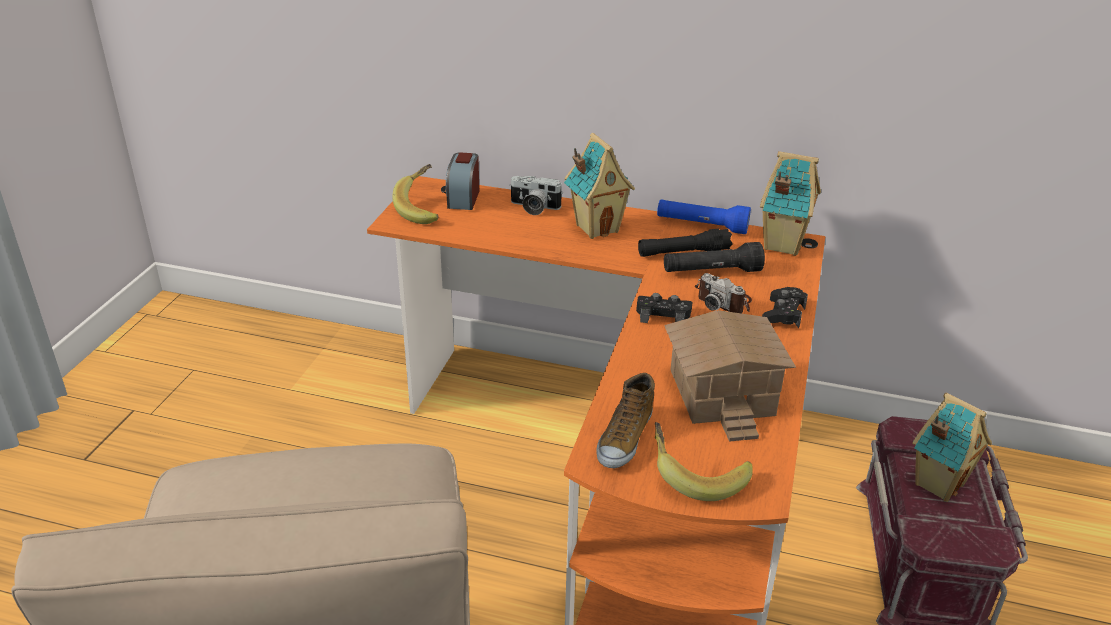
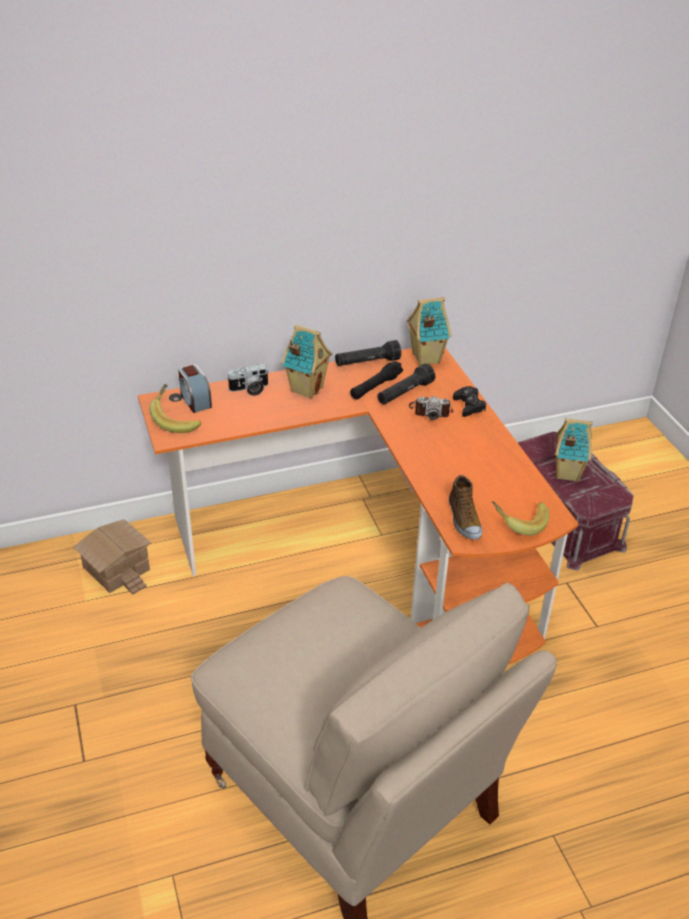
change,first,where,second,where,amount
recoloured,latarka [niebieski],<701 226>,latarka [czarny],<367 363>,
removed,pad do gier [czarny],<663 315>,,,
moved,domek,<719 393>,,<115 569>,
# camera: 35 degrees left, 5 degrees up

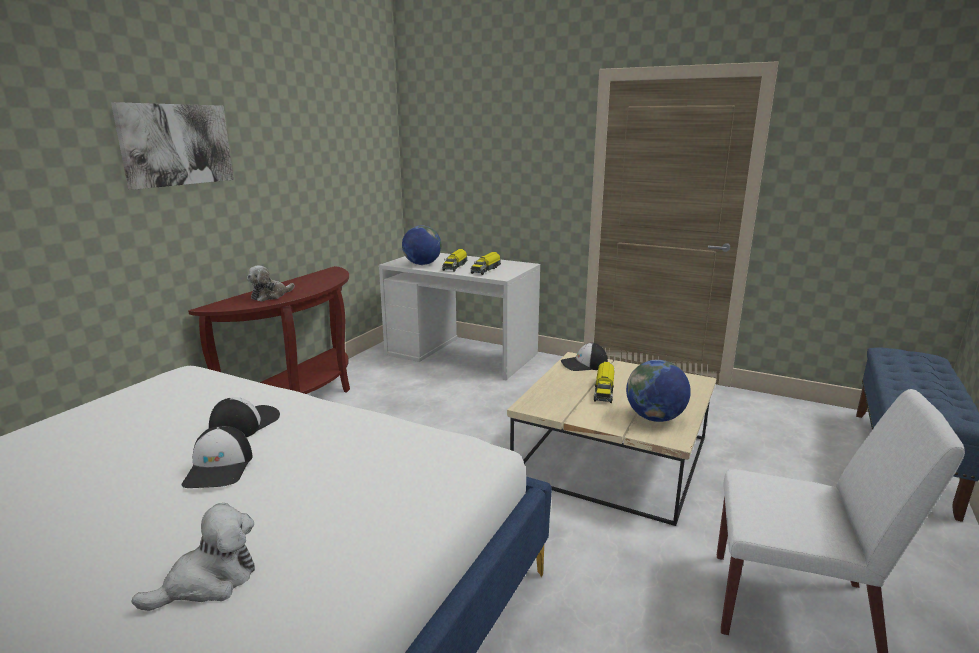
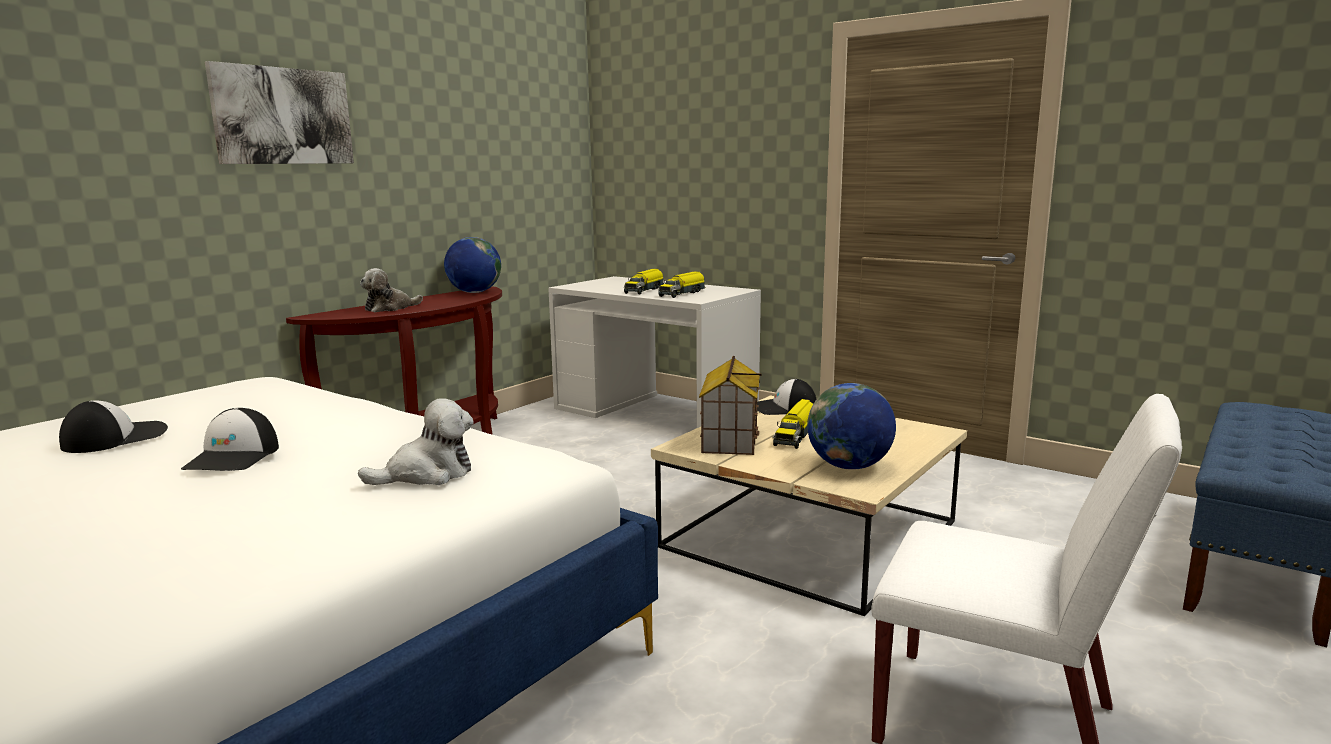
change,first,where,second,where,amount
moved,globus,<422 264>,,<474 292>,
moved,czapka z daszkiem,<244 423>,,<115 438>,
moved,pluszak,<209 581>,,<427 474>,
added,,,domek,<729 439>,
# camera: 10 degrees right, 5 degrees down

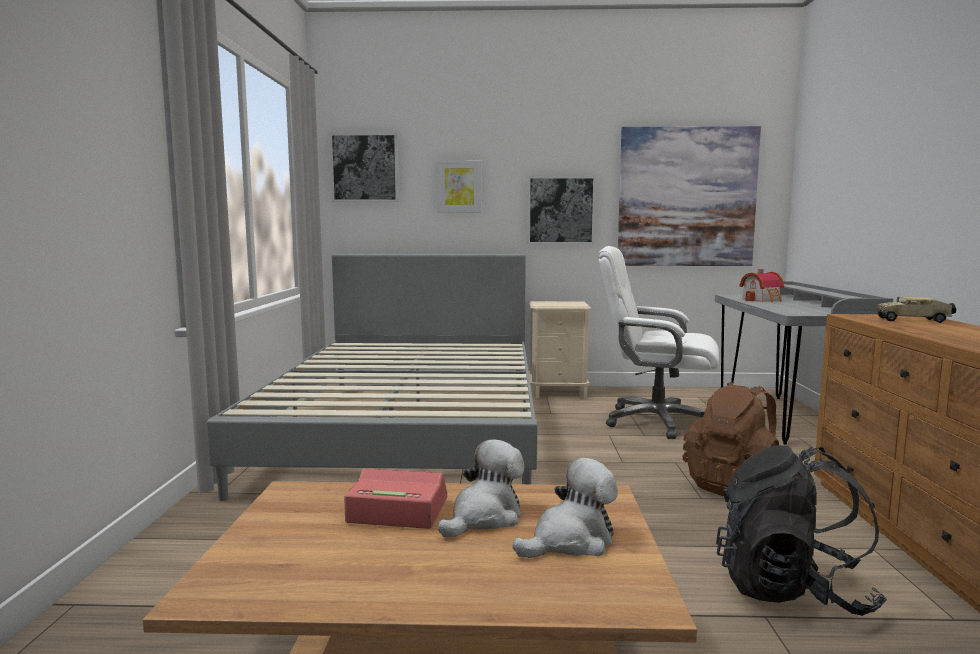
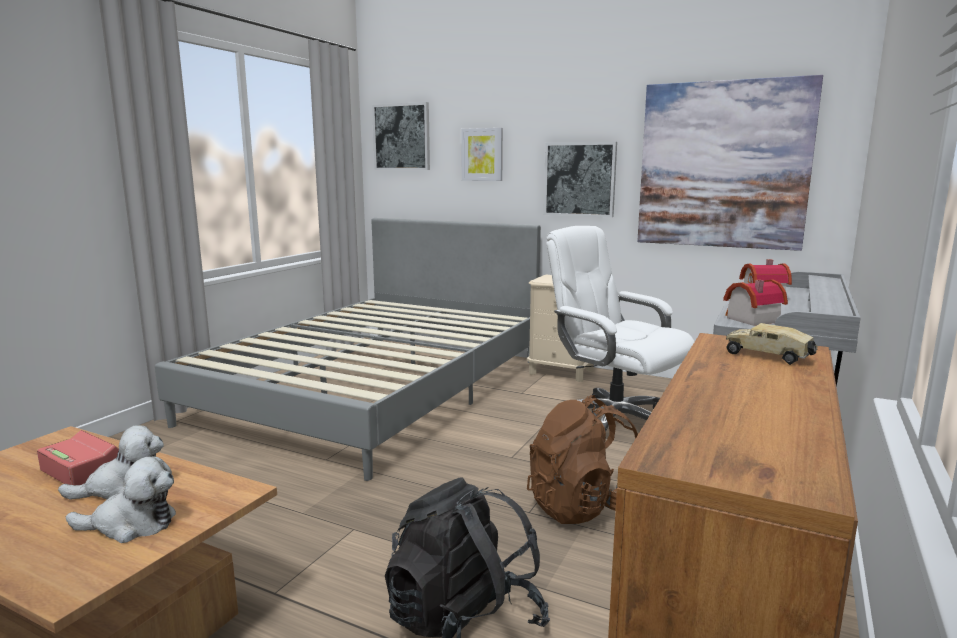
change,first,where,second,where,amount
added,,,domek,<749 319>,
# camera: 25 degrees right, 5 degrees up

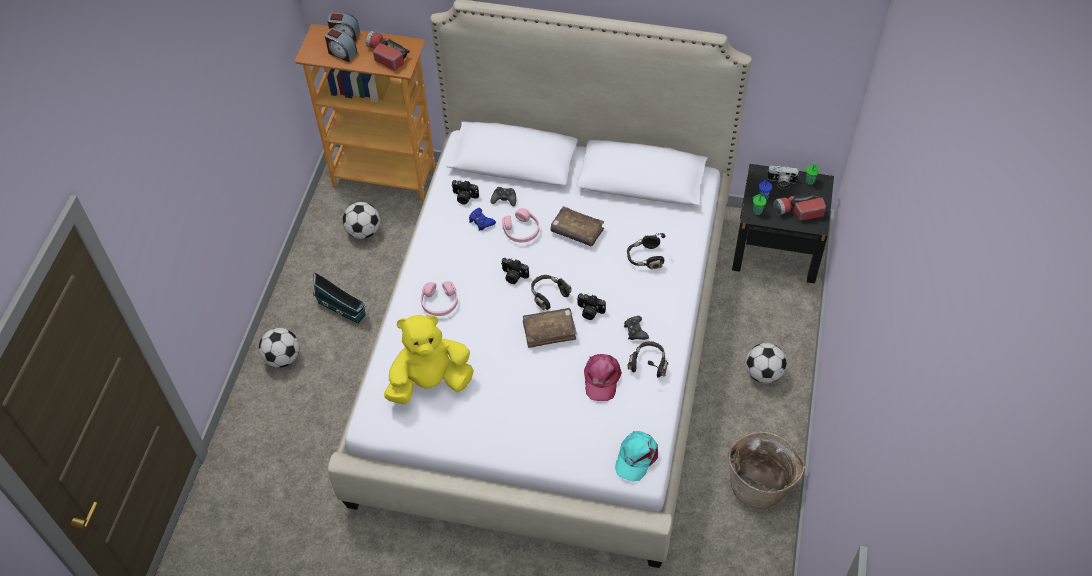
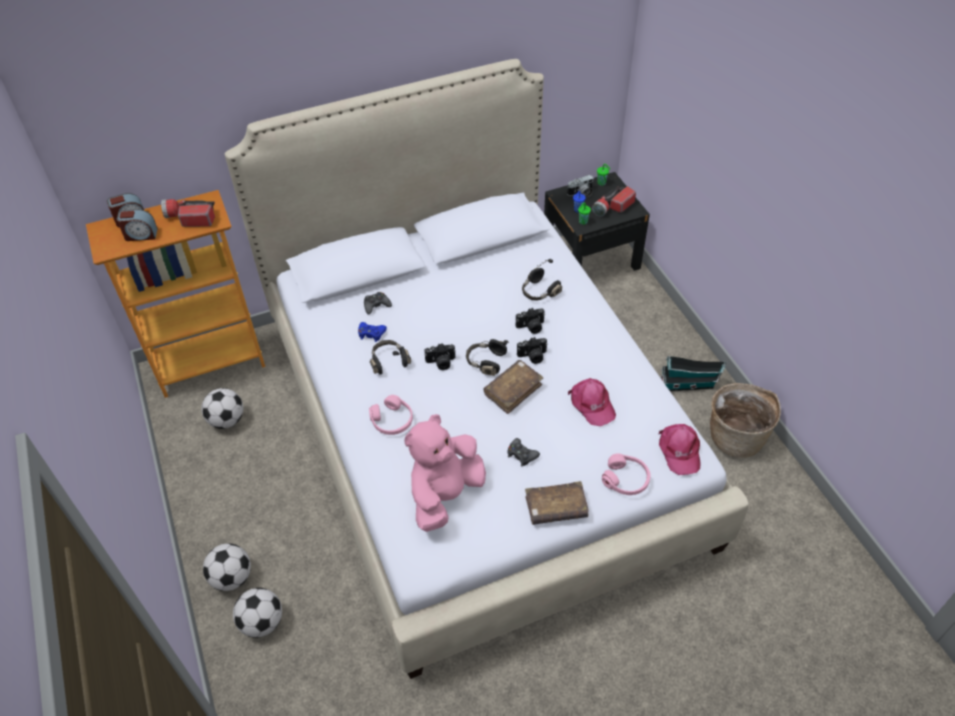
change,first,where,second,where,amount
moved,aparat fotograficzny,<464 197>,,<531 327>,
moved,książka [brązowy],<577 231>,,<556 508>,
moved,słuchawki [różowy],<521 230>,,<626 479>,
moved,domek,<343 309>,,<689 384>,
recoloured,pluszak [żółty],<430 382>,pluszak [różowy],<445 495>,
moved,pad do gier [czarny],<635 331>,,<521 455>,
moved,słuchawki [czarny],<648 363>,,<389 361>,
moved,piłka futbolowa,<763 373>,,<262 622>,
recoloured,czapka z daszkiem [turkusowy],<636 456>,czapka z daszkiem [różowy],<679 451>,
# camera: 35 degrees left, 5 degrees down

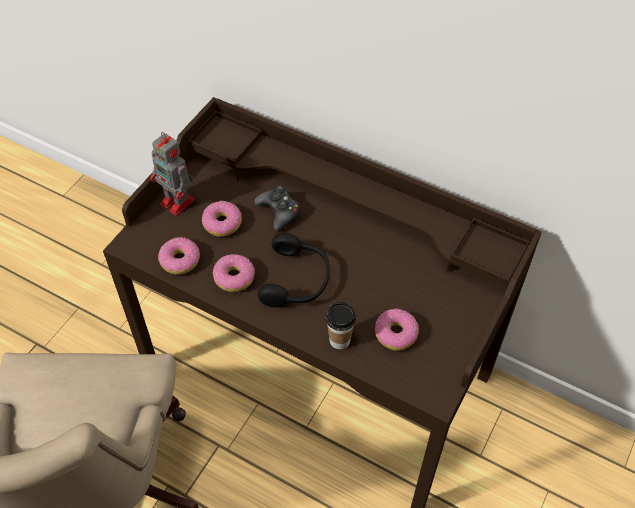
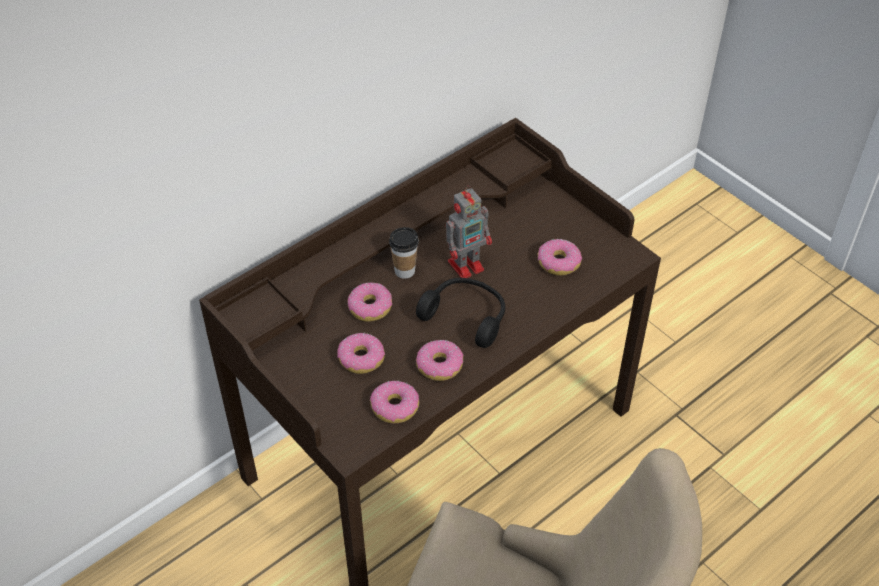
change,first,where,second,where,amount
moved,robot zabawkowy,<179 203>,,<467 264>,
replaced,pad do gier [czarny],<279 212>,donut,<370 307>,
moved,filiżanka,<339 340>,,<404 271>,
# camera: 70 degrees left, 5 degrees down

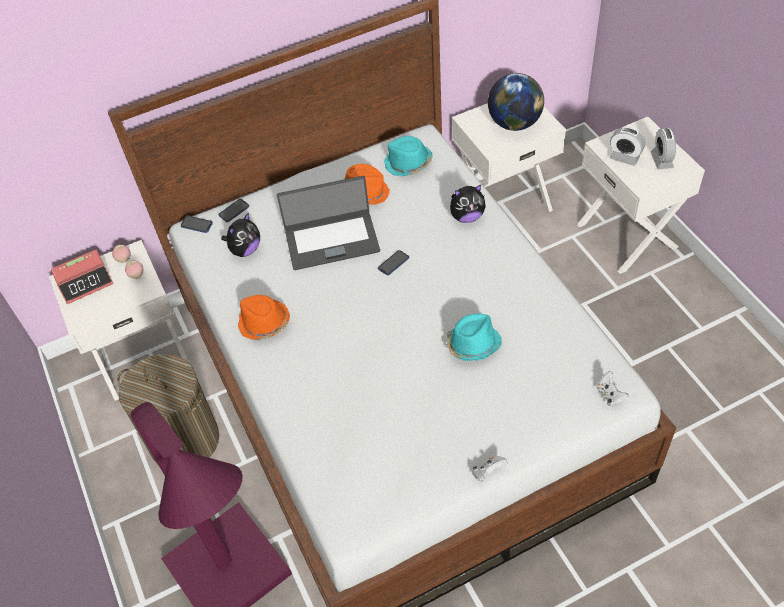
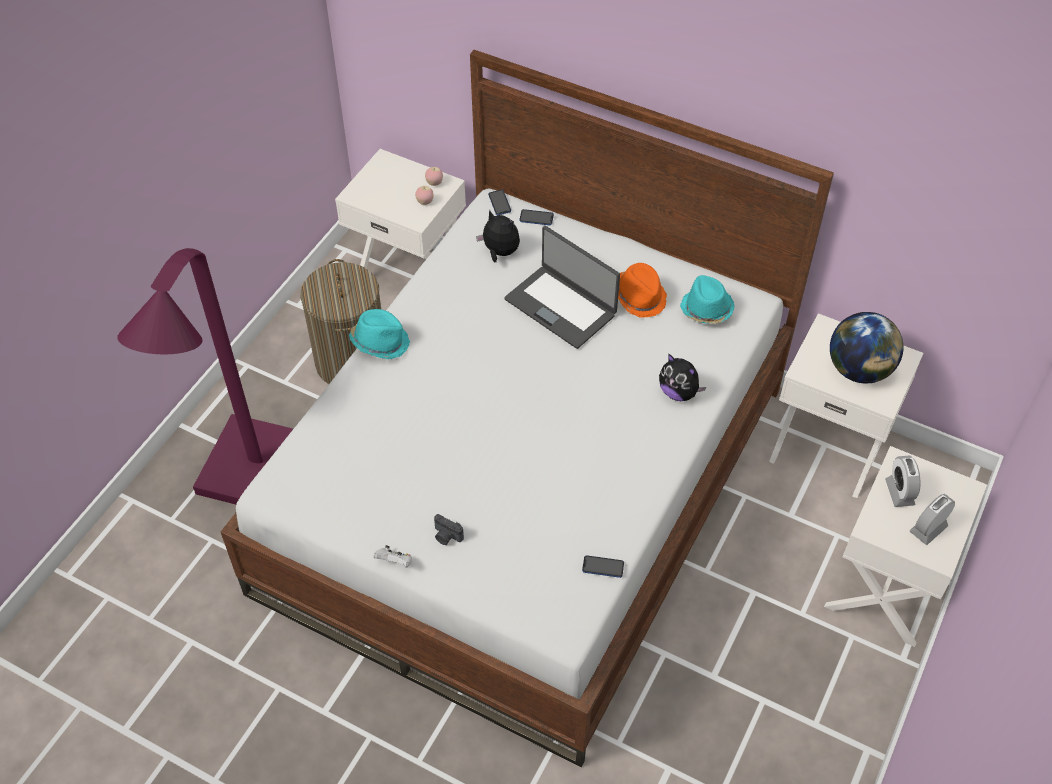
change,first,where,second,where,amount
turned,pluszak,<245 250>,,<499 252>,150 degrees counterclockwise
removed,budzik,<85 281>,,,
moved,telefon,<393 263>,,<603 567>,
removed,kapelusz [pomarańczowy],<264 323>,,,
moved,kapelusz [turkusowy],<472 344>,,<380 341>,
removed,pad do gier [biały],<610 395>,,,
added,,,aparat fotograficzny,<446 536>,
# camera: 50 degrees right, 0 degrees up

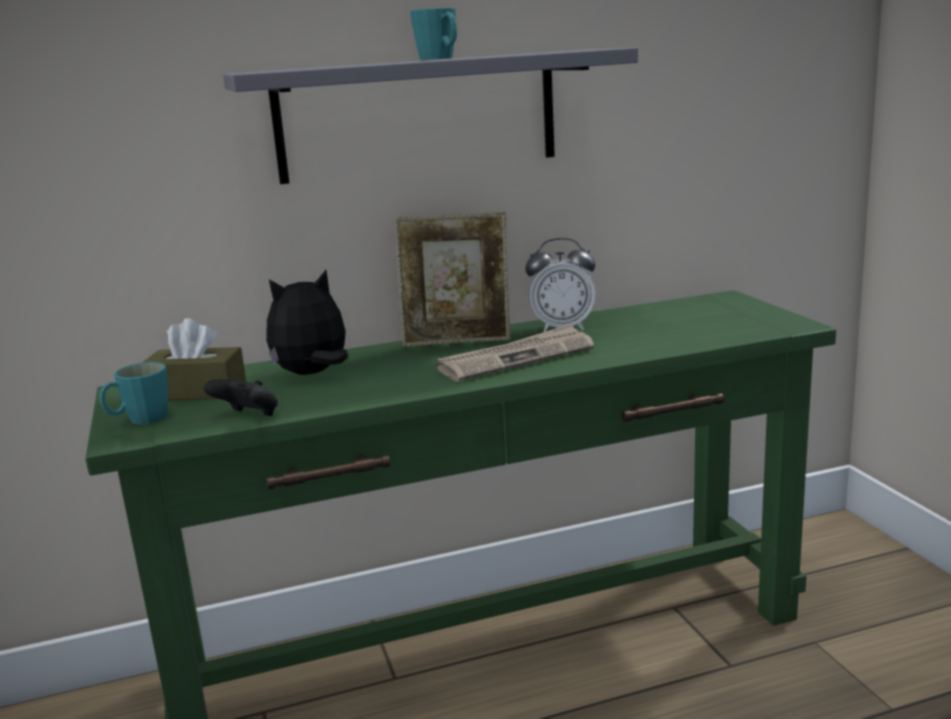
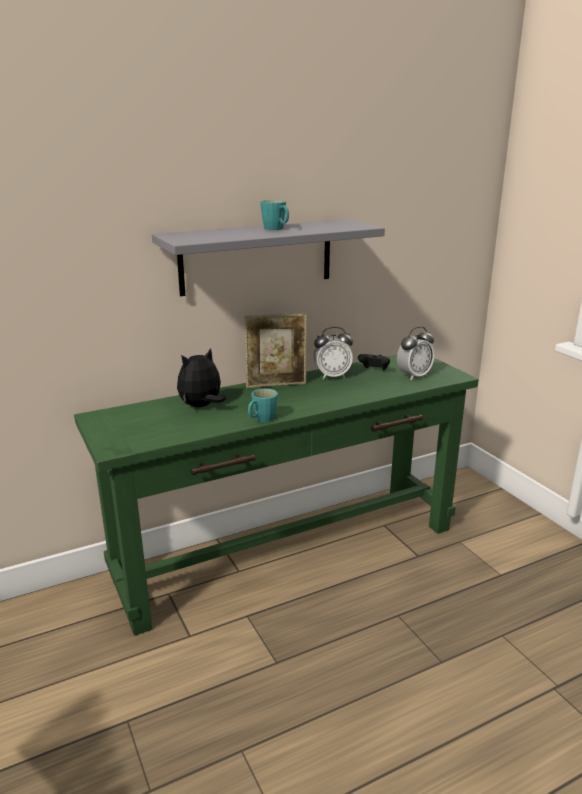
change,first,where,second,where,amount
removed,pudełko chusteczek [brązowy],<197 391>,,,
removed,gazeta,<516 358>,,,
moved,kubek [turkusowy],<140 420>,,<261 419>,
moved,pad do gier [czarny],<248 417>,,<374 370>,
added,,,budzik,<414 376>,
# camera: 10 degrees left, 5 degrees up

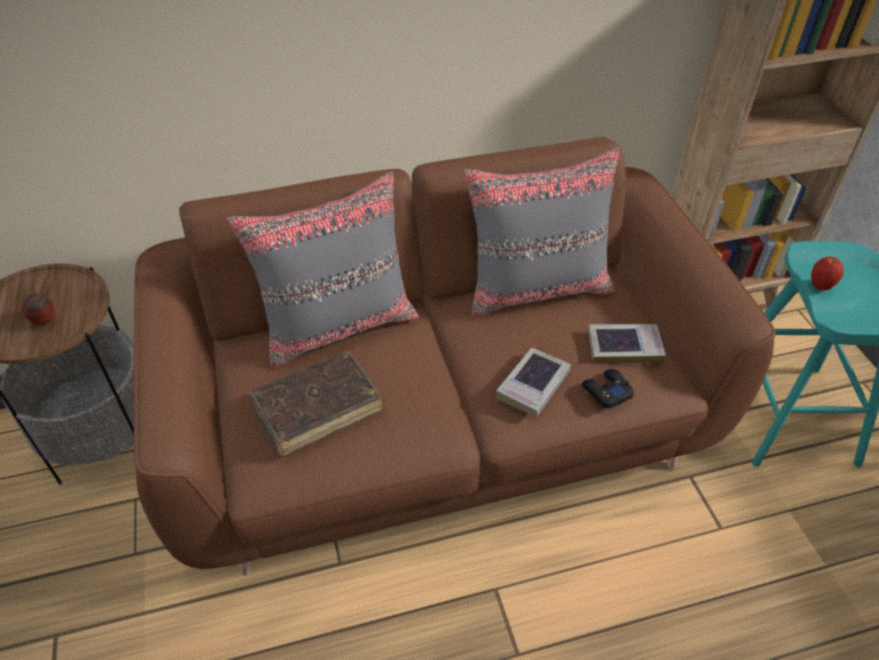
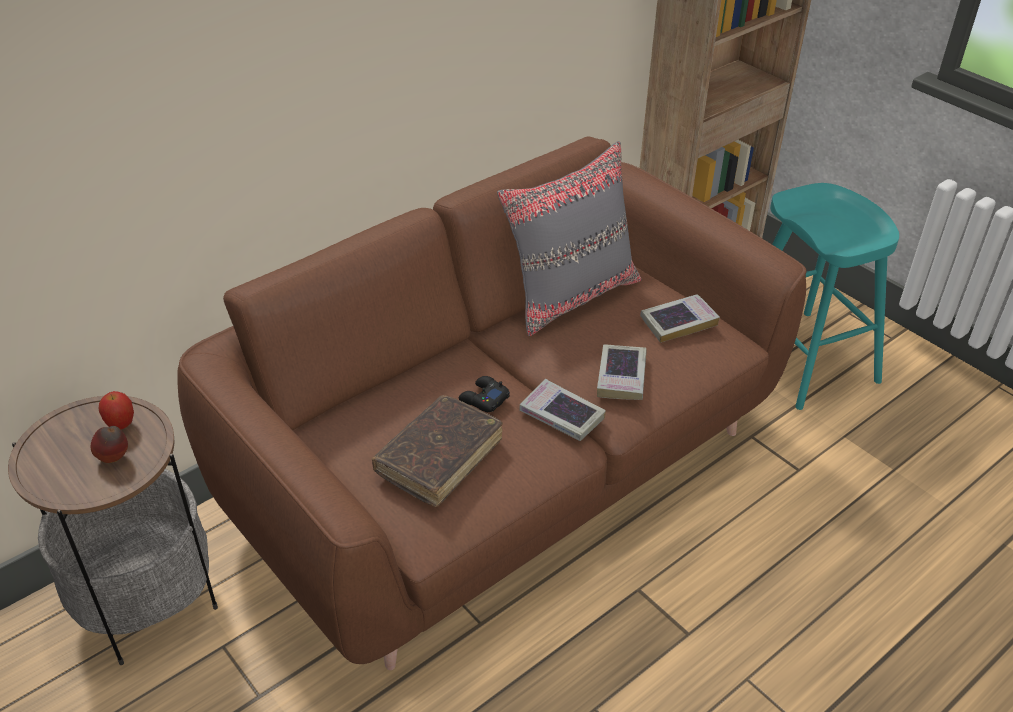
change,first,where,second,where,amount
removed,poduszka [szary],<339 325>,,,
moved,jabłko,<820 286>,,<121 425>,
moved,pad do gier [czarny],<606 391>,,<483 399>,
added,,,książka,<561 415>,
# camera: 25 degrees left, 5 degrees down

